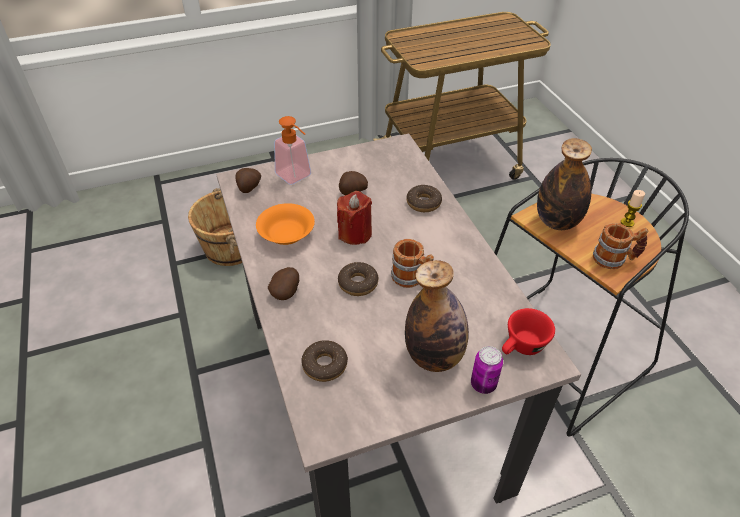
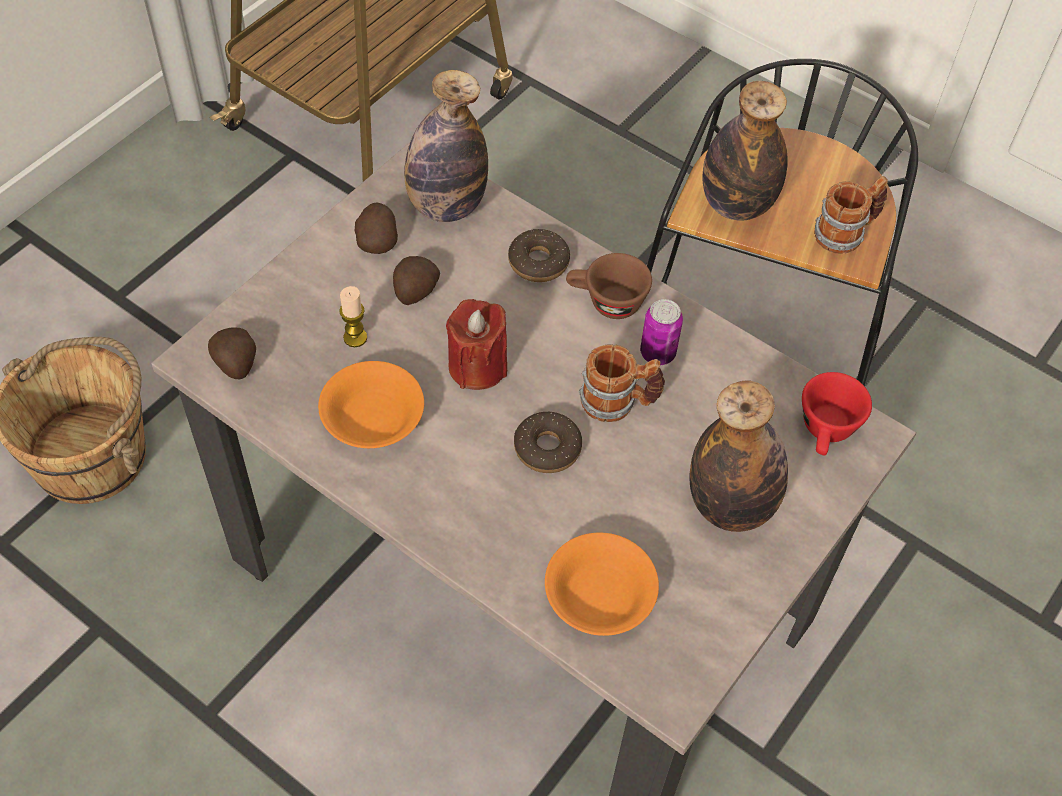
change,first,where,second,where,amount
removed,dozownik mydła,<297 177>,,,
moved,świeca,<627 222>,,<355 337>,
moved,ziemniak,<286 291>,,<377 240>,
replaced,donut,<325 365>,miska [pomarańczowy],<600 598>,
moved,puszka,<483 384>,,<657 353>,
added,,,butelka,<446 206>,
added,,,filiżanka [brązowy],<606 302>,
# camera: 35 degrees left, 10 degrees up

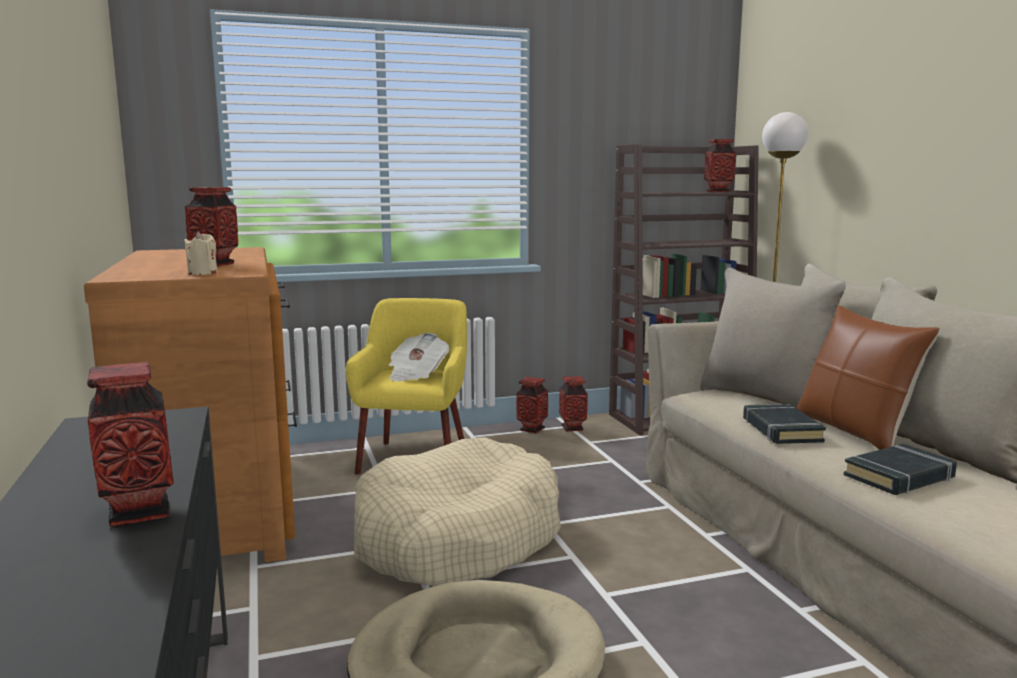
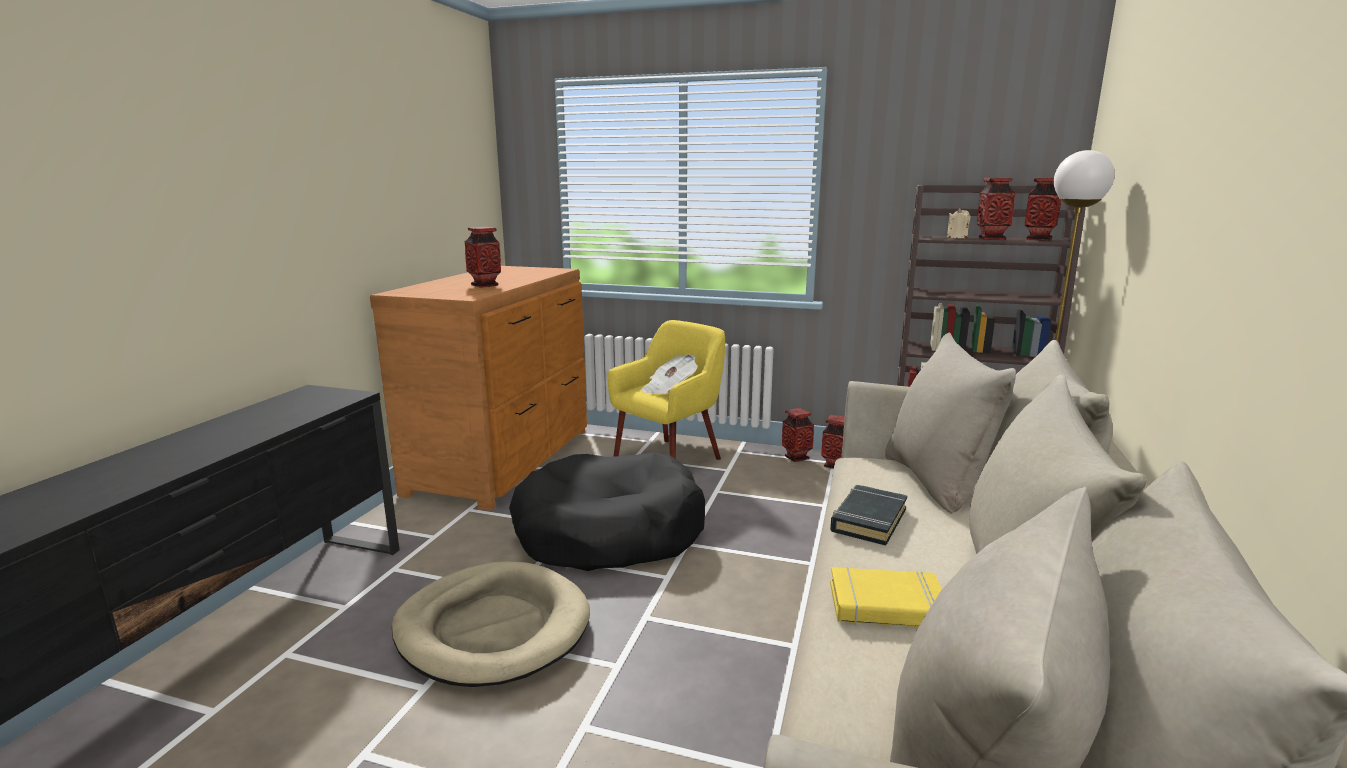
change,first,where,second,where,amount
moved,świeca [beżowy],<202 273>,,<957 237>,
removed,poduszka [brązowy],<854 431>,,,
moved,wazon,<139 512>,,<991 239>,
recoloured,legowisko [beżowy],<457 538>,legowisko [czarny],<609 532>,
recoloured,książka [czarny],<899 477>,książka [żółty],<886 606>,
# camera: 35 degrees right, 5 degrees up

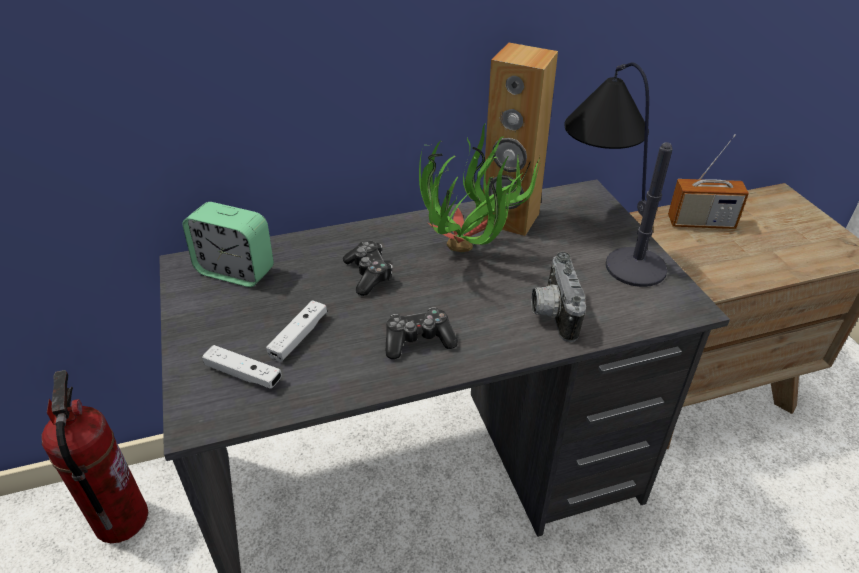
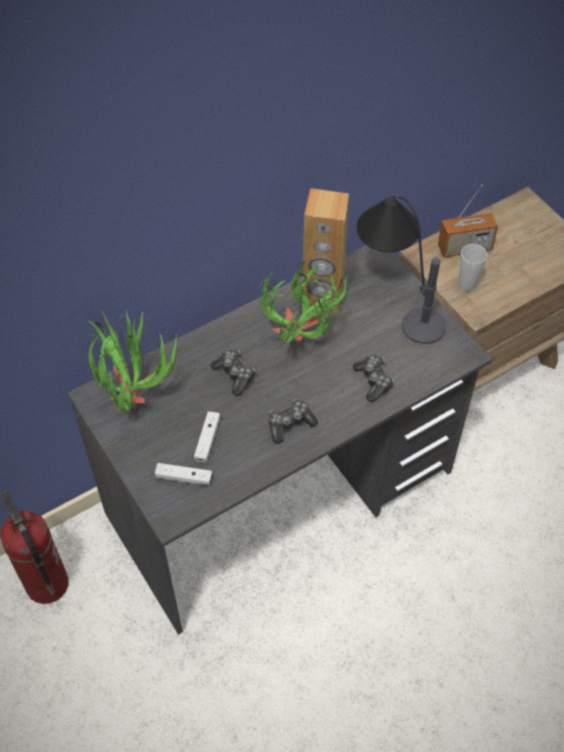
change,first,where,second,where,amount
replaced,budzik,<235 271>,roślina doniczkowa,<134 394>,
replaced,aparat fotograficzny,<551 313>,pad do gier,<373 381>,
added,,,filiżanka,<467 284>,
# camera: 15 degrees left, 15 degrees up

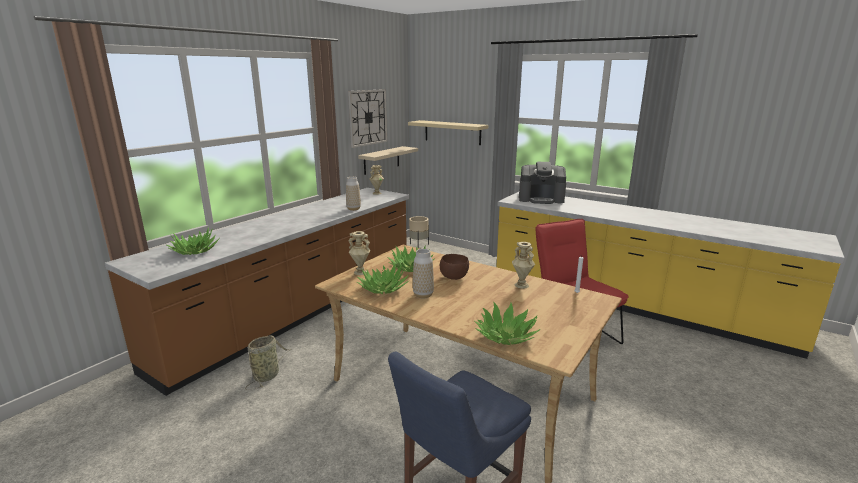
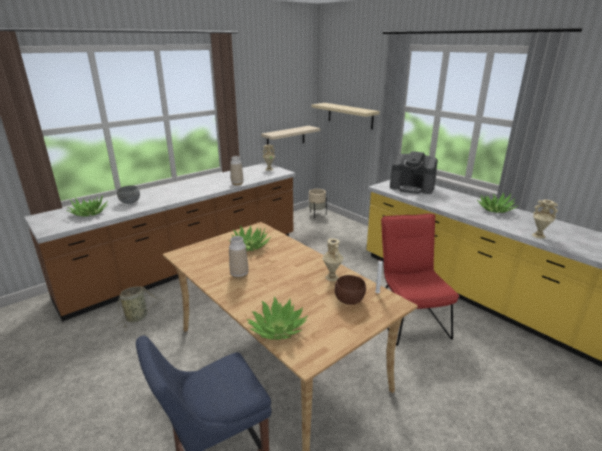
change,first,where,second,where,amount
removed,zegar ścienny,<367 117>,,,
moved,wazon [beżowy],<360 272>,,<538 236>,
moved,miska [brązowy],<454 277>,,<350 300>,
moved,roślina doniczkowa,<383 288>,,<495 209>,
added,,,miska [szary],<130 202>,
# camera: 15 degrees right, 5 degrees up

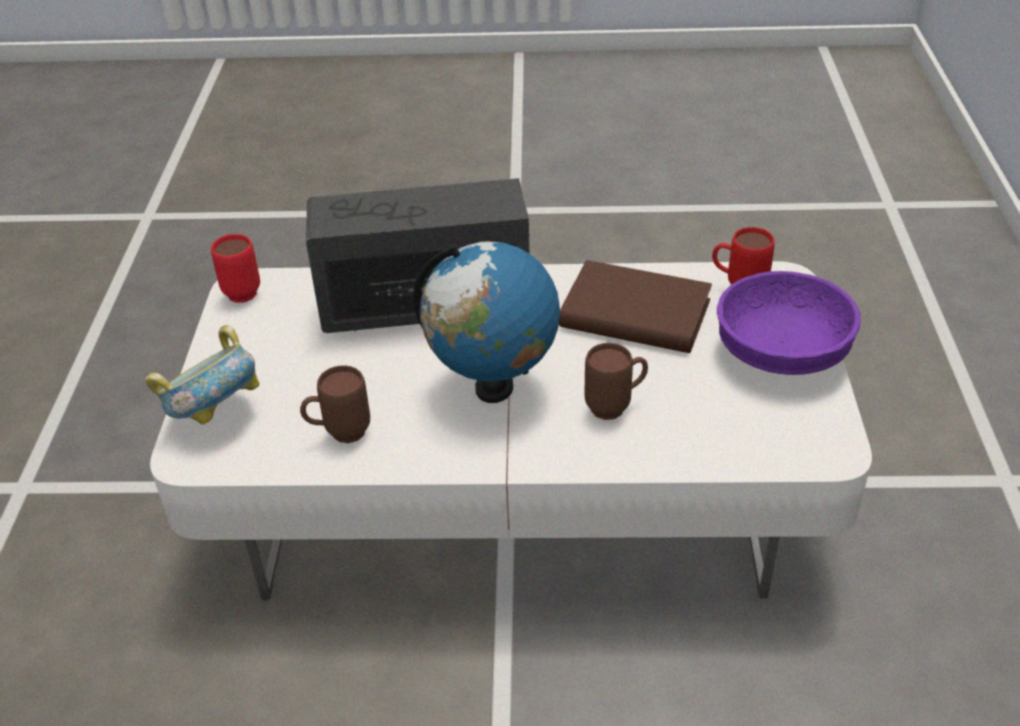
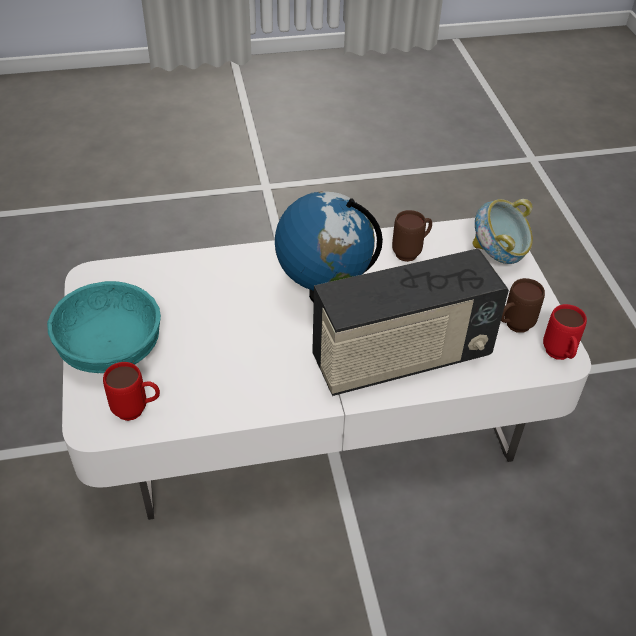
change,first,where,second,where,amount
removed,książka [brązowy],<635 314>,,,
recoloured,miska [fioletowy],<783 352>,miska [turkusowy],<109 348>,
moved,kubek [brązowy],<616 407>,,<512 327>,
# camera: 165 degrees right, 5 degrees up

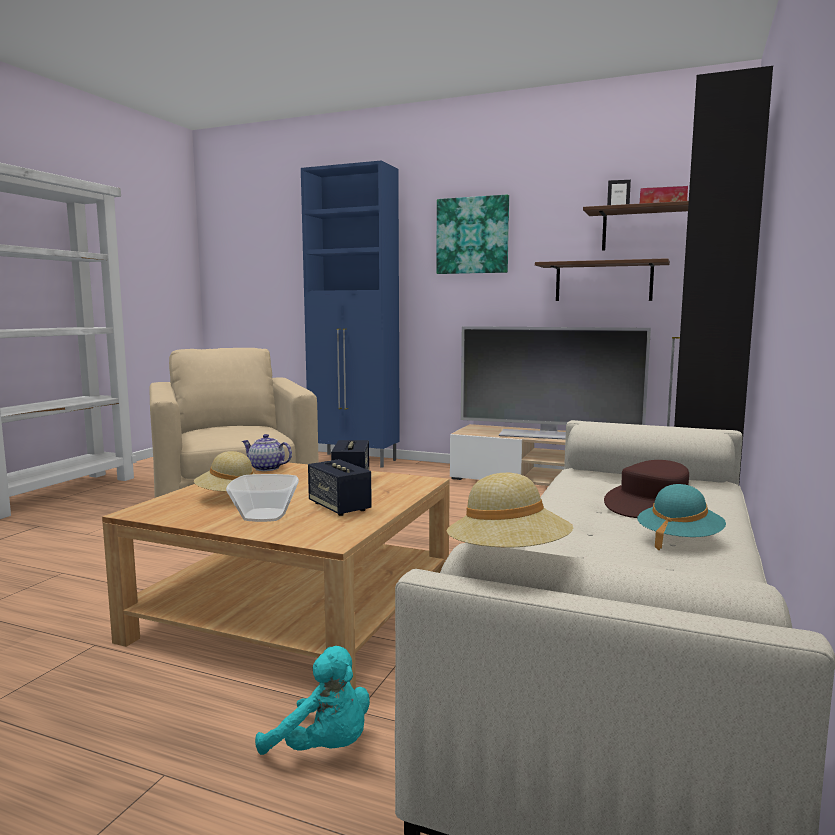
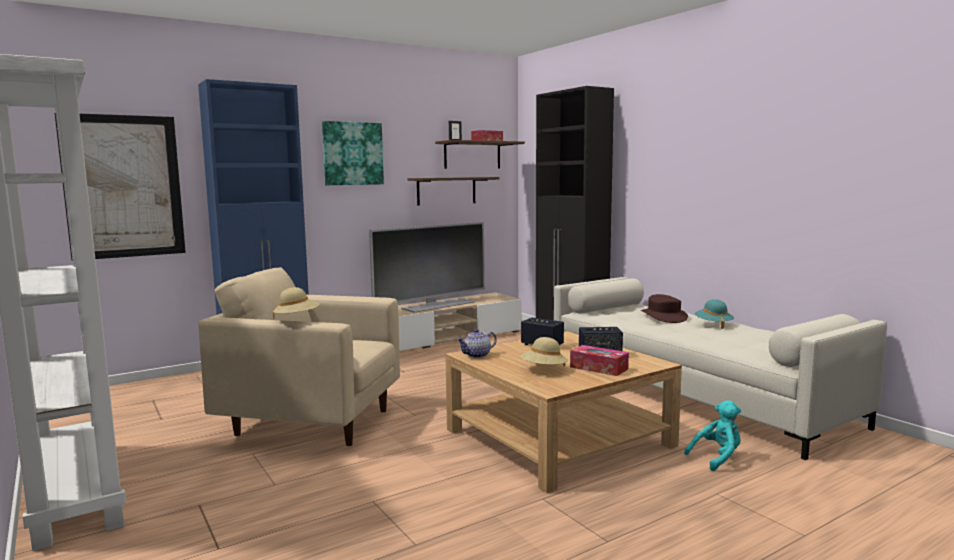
change,first,where,second,where,amount
moved,kapelusz [beżowy],<509 558>,,<297 319>,
replaced,miska,<265 516>,pudełko chusteczek,<599 368>,
added,,,obraz,<123 186>,
# camera: 55 degrees left, 0 degrees up

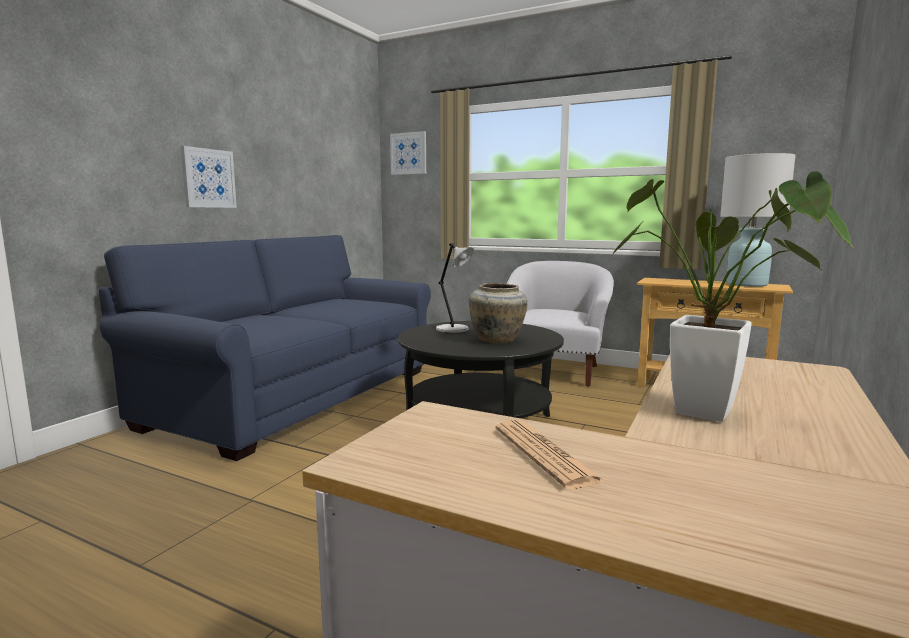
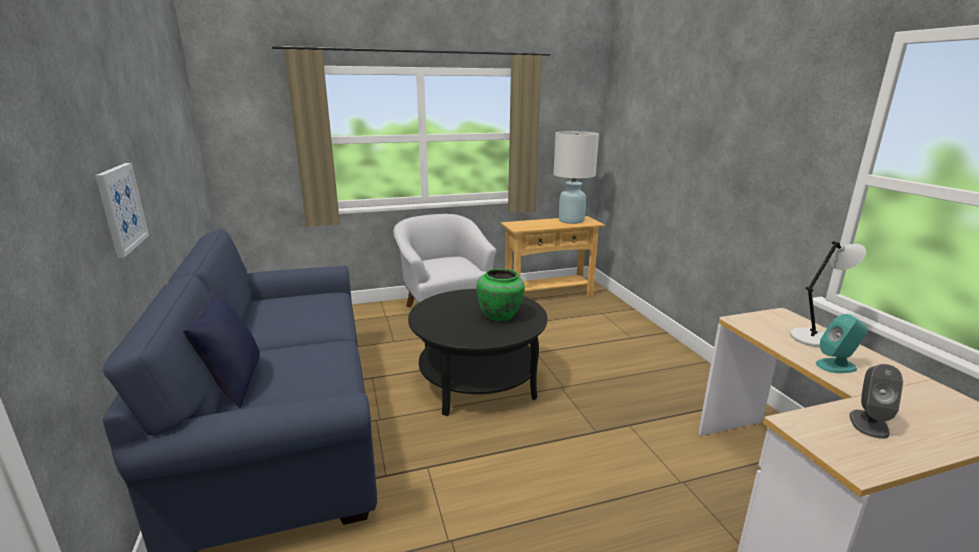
change,first,where,second,where,amount
removed,obraz,<408 153>,,,
replaced,roślina doniczkowa,<718 415>,głośnik [turkusowy],<836 366>,
moved,lampa stołowa [szary],<454 329>,,<813 338>,
recoloured,wazon [beżowy],<497 340>,wazon [zielony],<500 316>,
replaced,gazeta,<544 454>,głośnik [szary],<868 423>,
added,,,poduszka [niebieski],<233 384>,
# camera: 45 degrees left, 10 degrees up

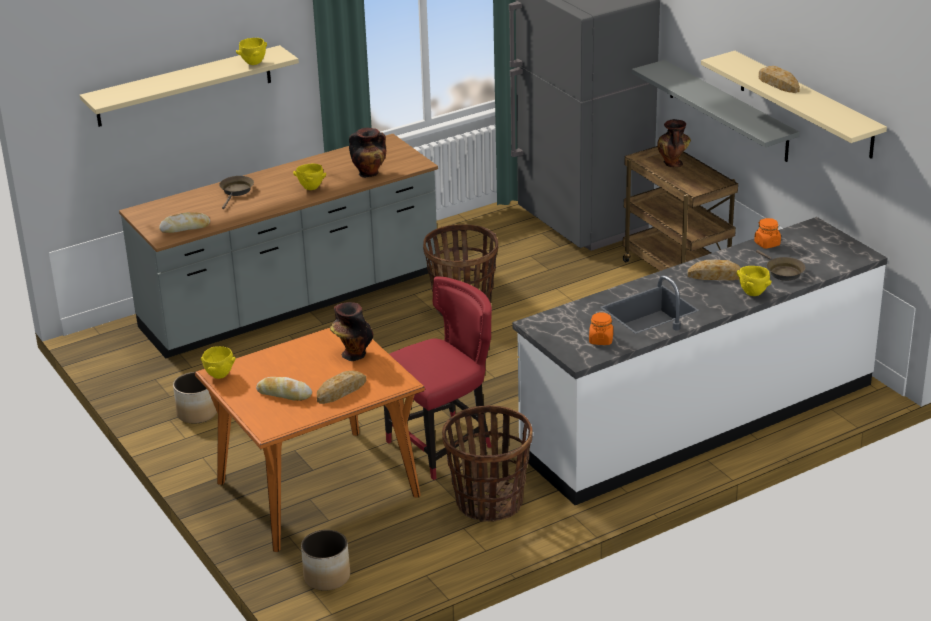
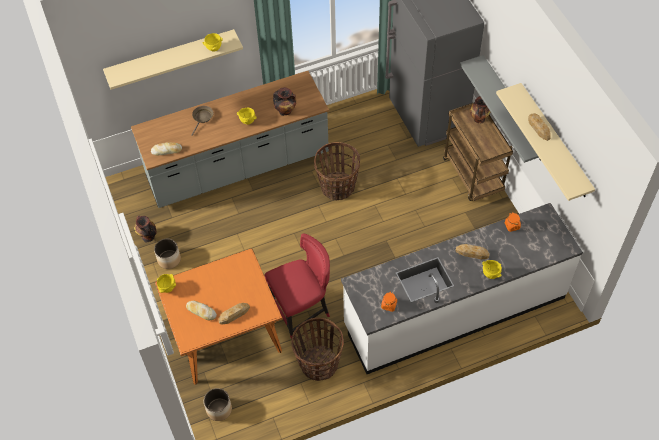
change,first,where,second,where,amount
removed,patelnia [brązowy],<782 272>,,,
moved,wazon,<352 354>,,<147 236>,
# camera: 10 degrees right, 25 degrees up

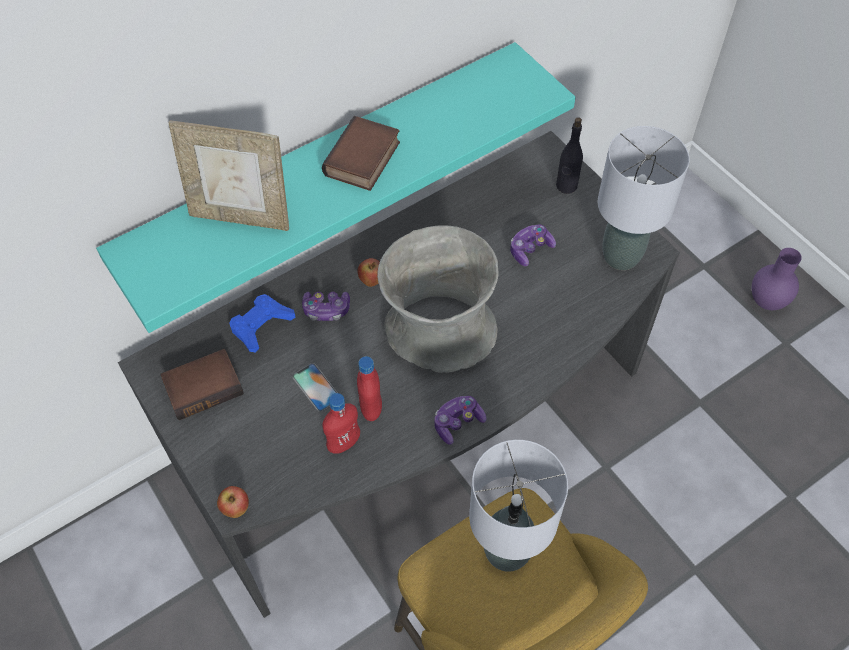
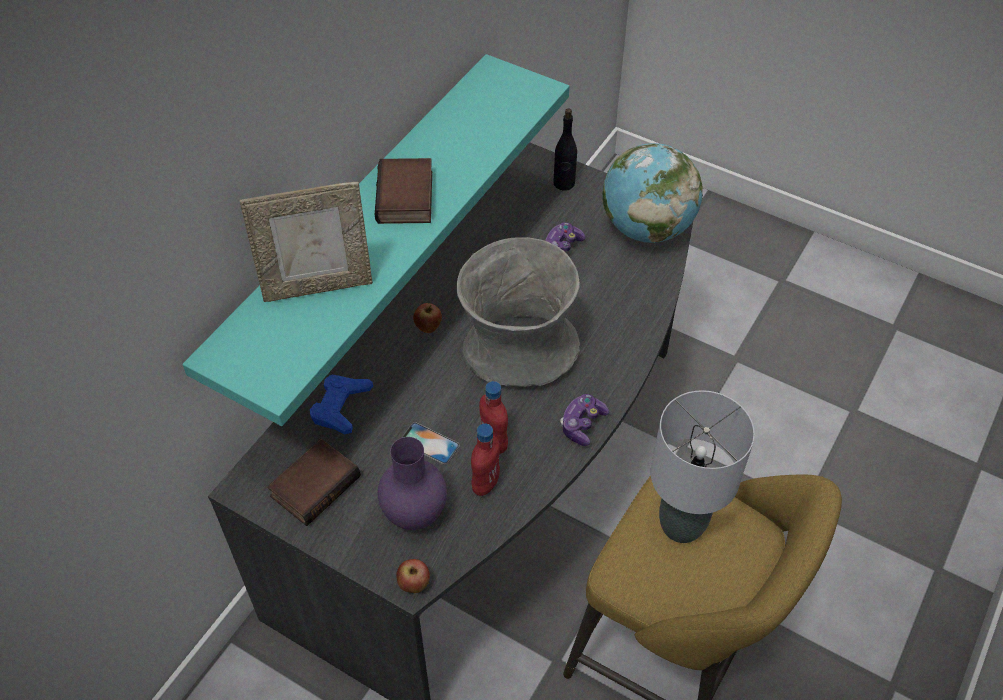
change,first,where,second,where,amount
replaced,lampa stołowa [szary],<621 256>,globus,<646 228>,
moved,wazon [fioletowy],<766 303>,,<415 516>,
removed,pad do gier,<326 310>,,,
# camera: 25 degrees left, 5 degrees down

